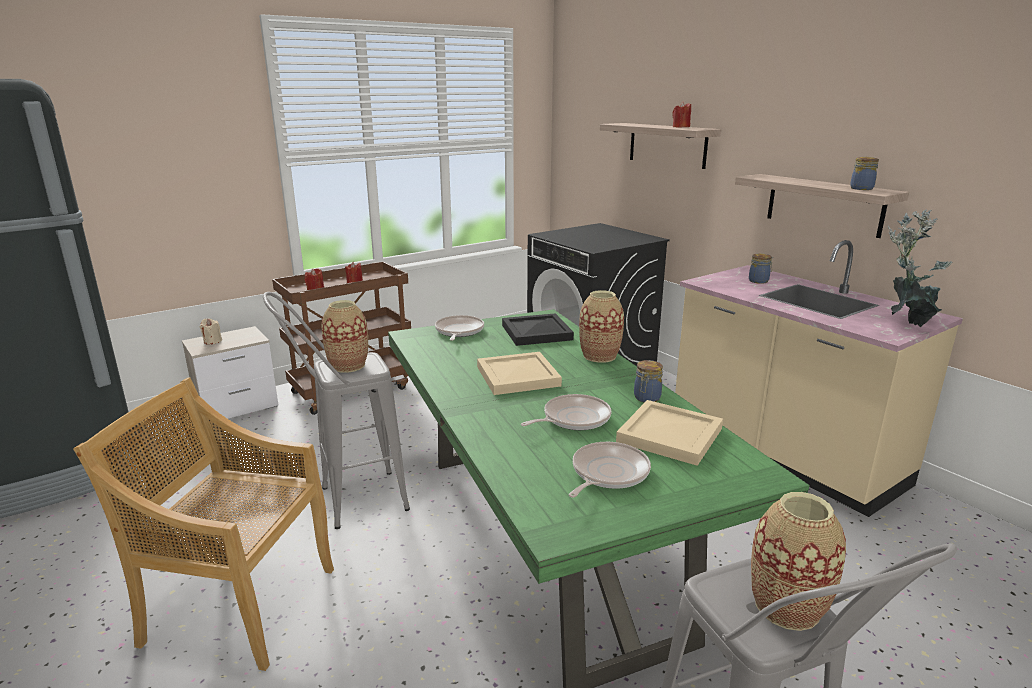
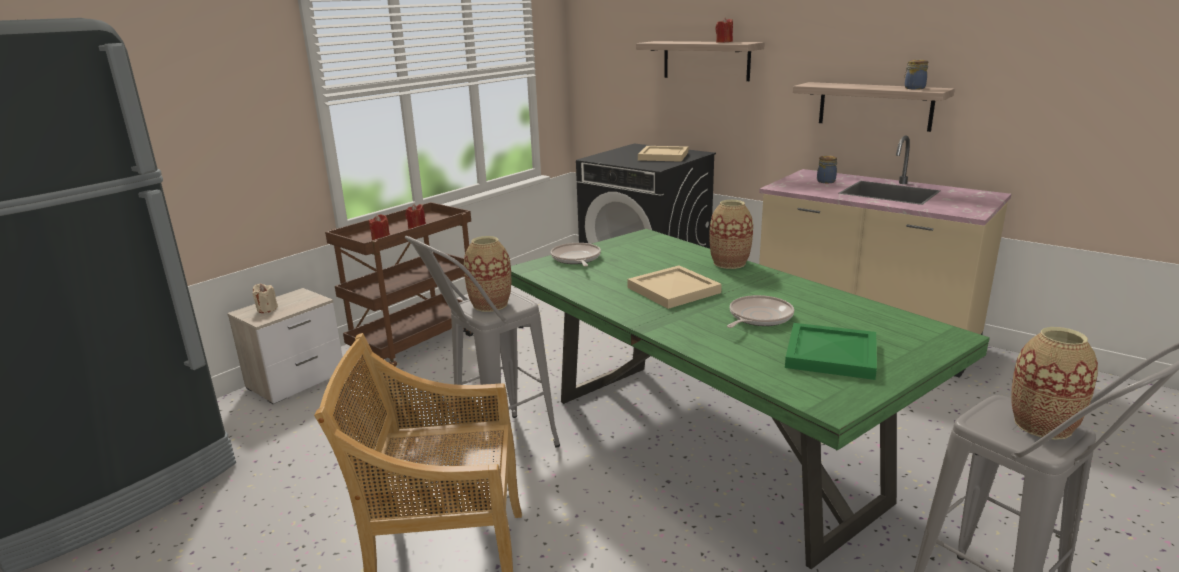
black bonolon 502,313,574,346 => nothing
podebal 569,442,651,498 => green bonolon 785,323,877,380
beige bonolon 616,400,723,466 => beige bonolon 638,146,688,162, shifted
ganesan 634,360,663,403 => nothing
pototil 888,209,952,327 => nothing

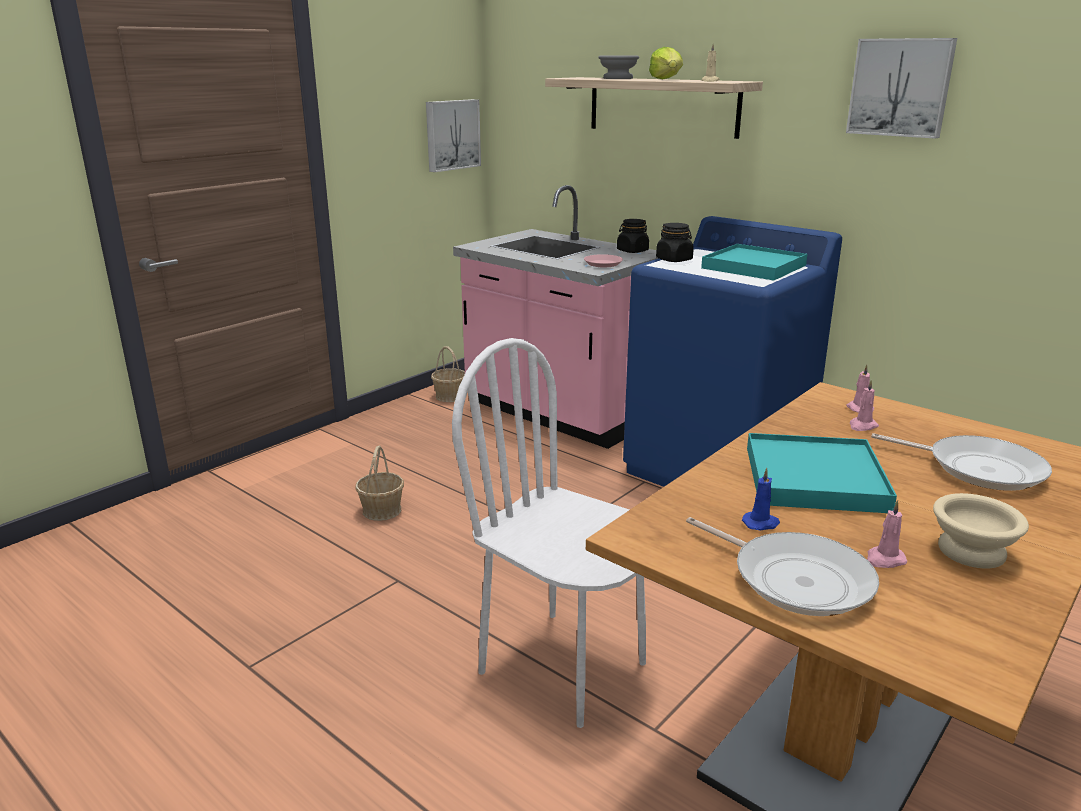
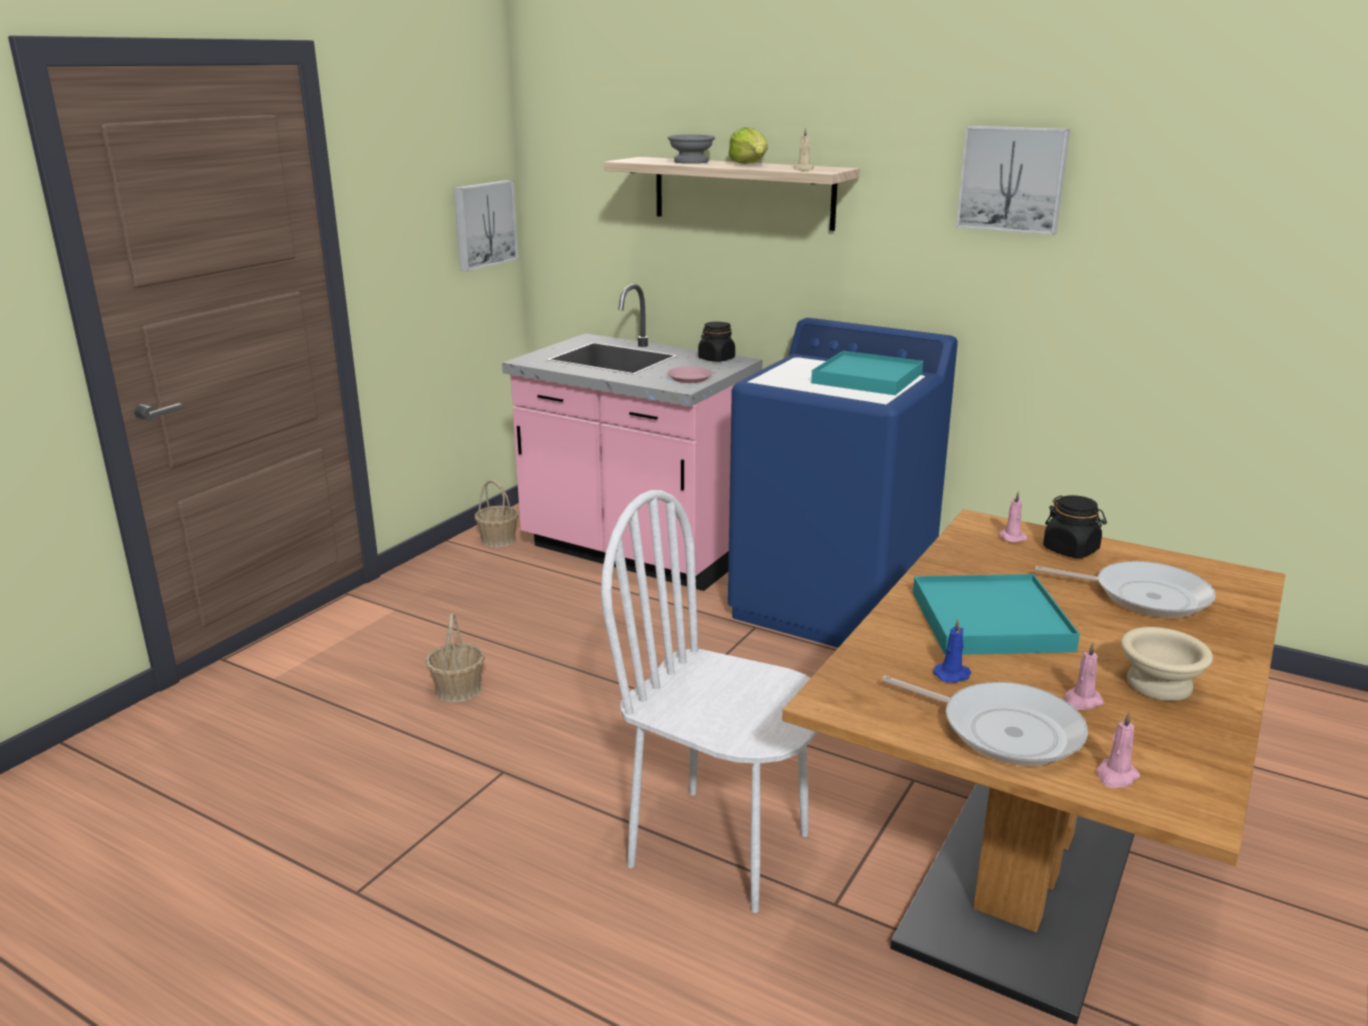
black ganesan 656,223,694,262 => black ganesan 1043,495,1107,558, shifted
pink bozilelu 849,380,879,431 => pink bozilelu 1096,712,1140,788, shifted

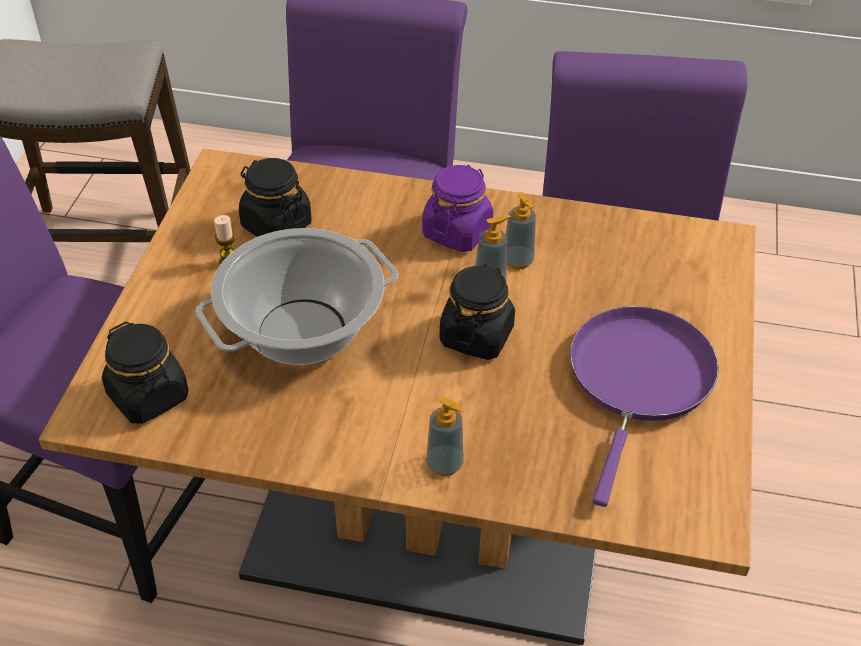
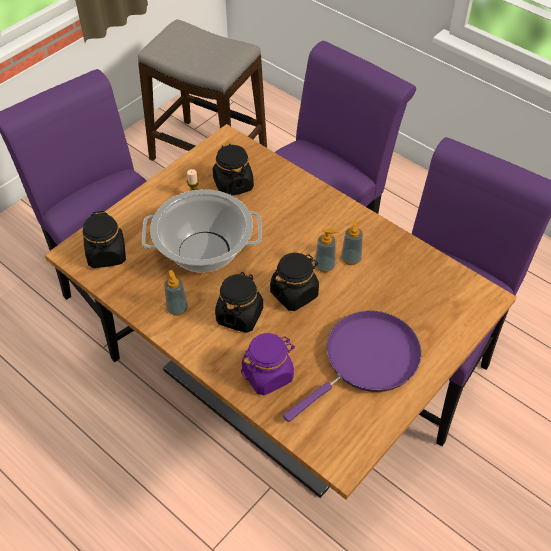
purple ganesan 422,165,493,252 => purple ganesan 241,333,295,395, shifted
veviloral 426,396,464,476 => veviloral 164,270,188,316, shifted
nothing => black ganesan 215,272,263,333

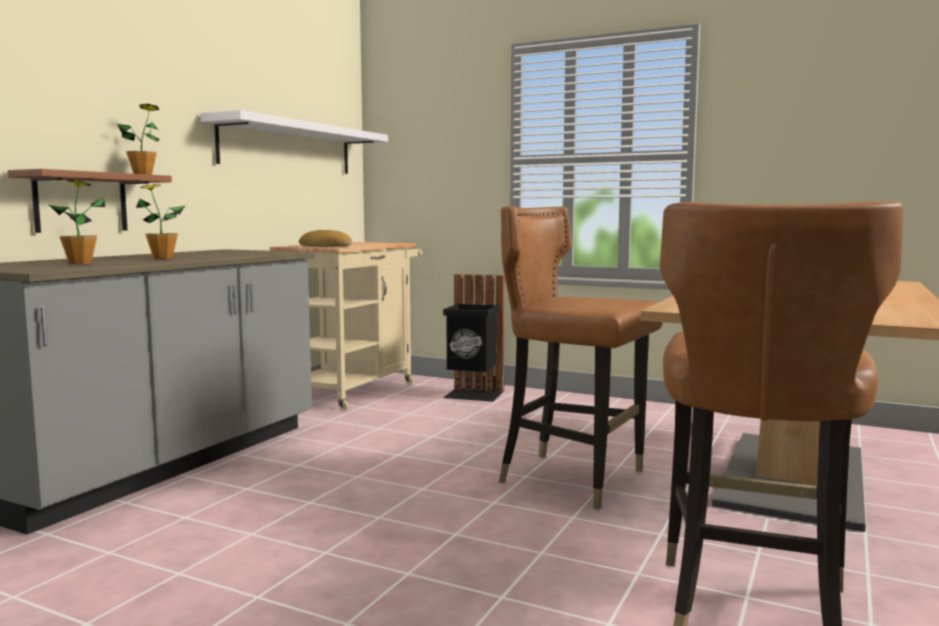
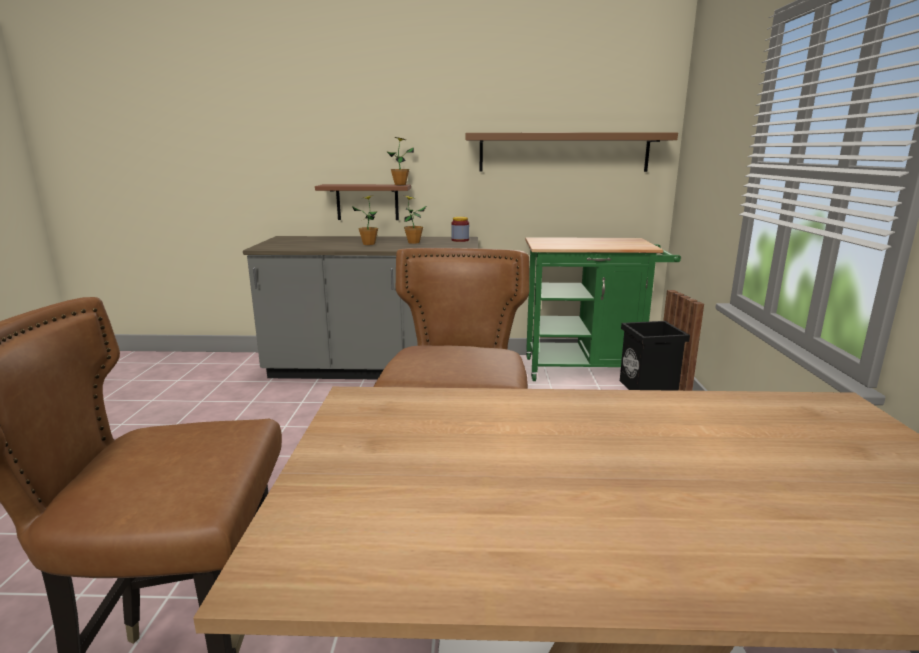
pototil 49,180,105,264 => pototil 404,196,426,244, shifted
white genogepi 200,110,388,174 => brown genogepi 466,133,678,172
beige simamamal 270,242,422,410 => green simamamal 525,237,681,381
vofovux 299,230,352,247 => nothing
nothing => ganesan 451,217,469,242

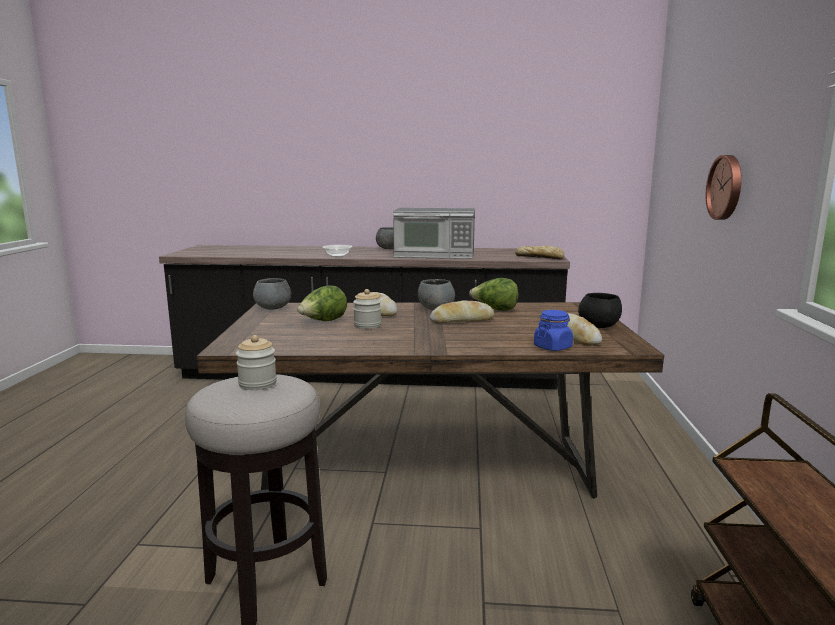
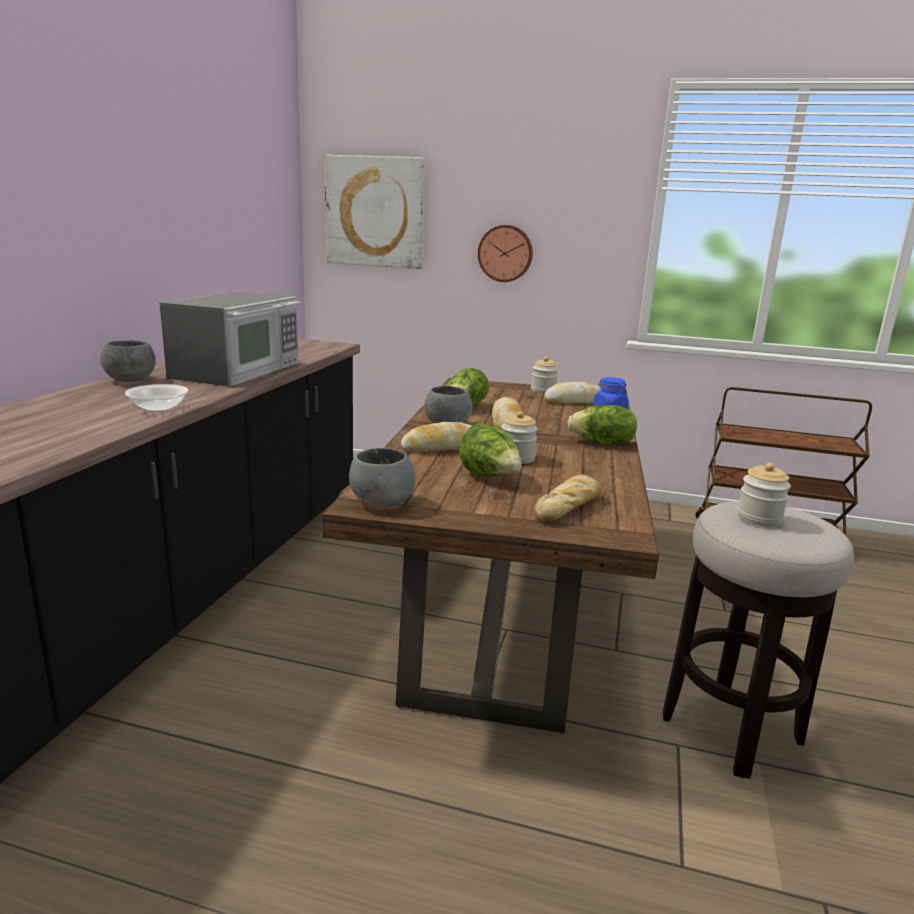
vofovux 515,246,564,259 => vofovux 534,475,602,523, shifted
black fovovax 578,293,622,328 => ganesan 531,357,559,394
nothing => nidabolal 325,155,426,269
nothing => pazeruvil 567,405,637,445

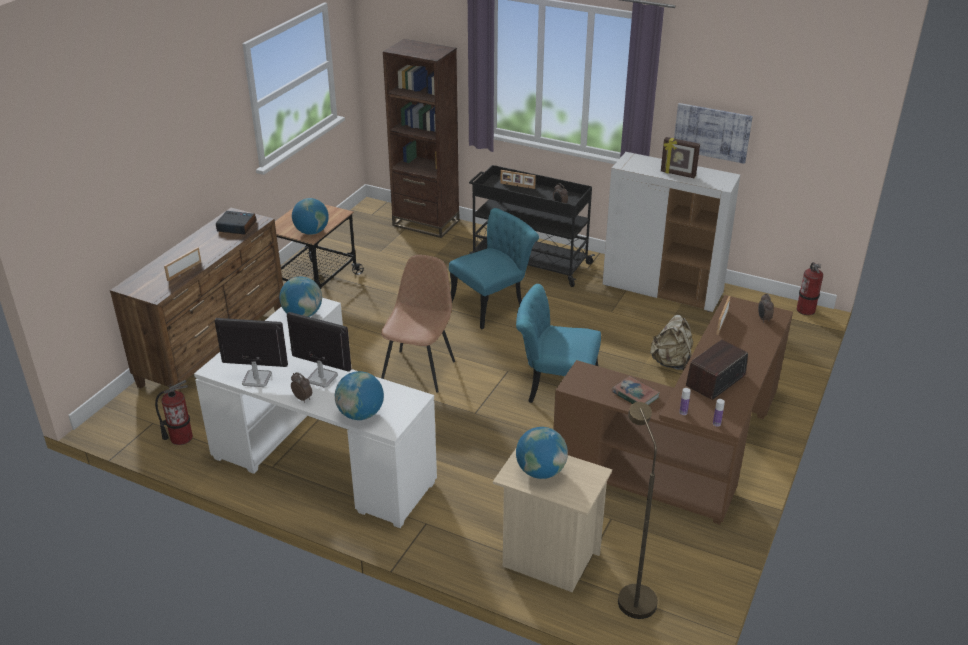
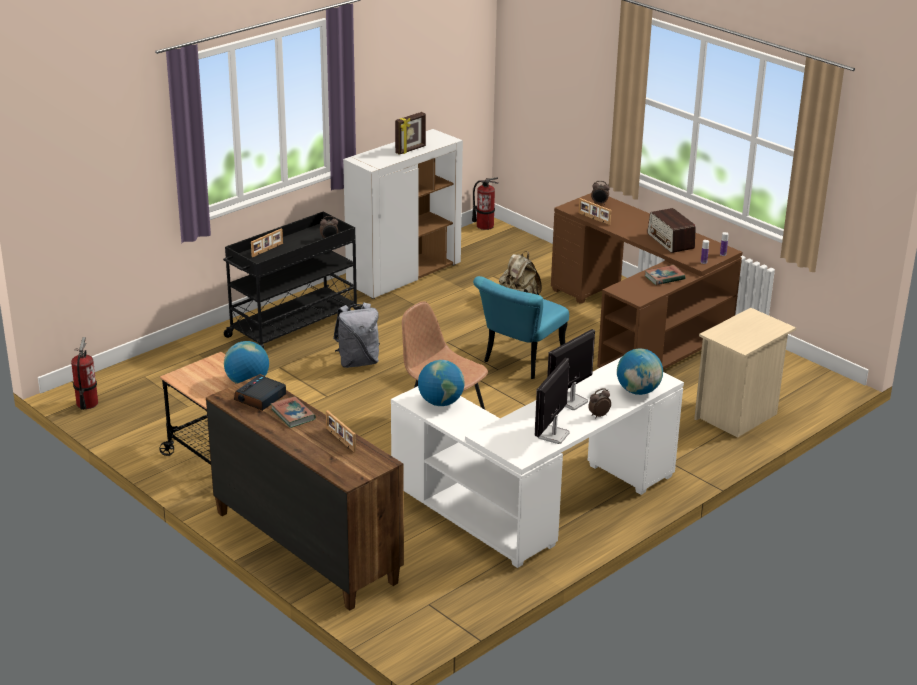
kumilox 155,380,193,445 => kumilox 71,337,98,410, shifted
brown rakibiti 383,39,459,238 => nothing
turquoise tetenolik 449,208,539,329 => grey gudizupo 333,302,380,368
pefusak 516,427,568,479 => nothing
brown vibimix 618,402,658,619 => nothing
nidabolal 674,103,753,164 => nothing
nothing => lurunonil 271,396,316,428

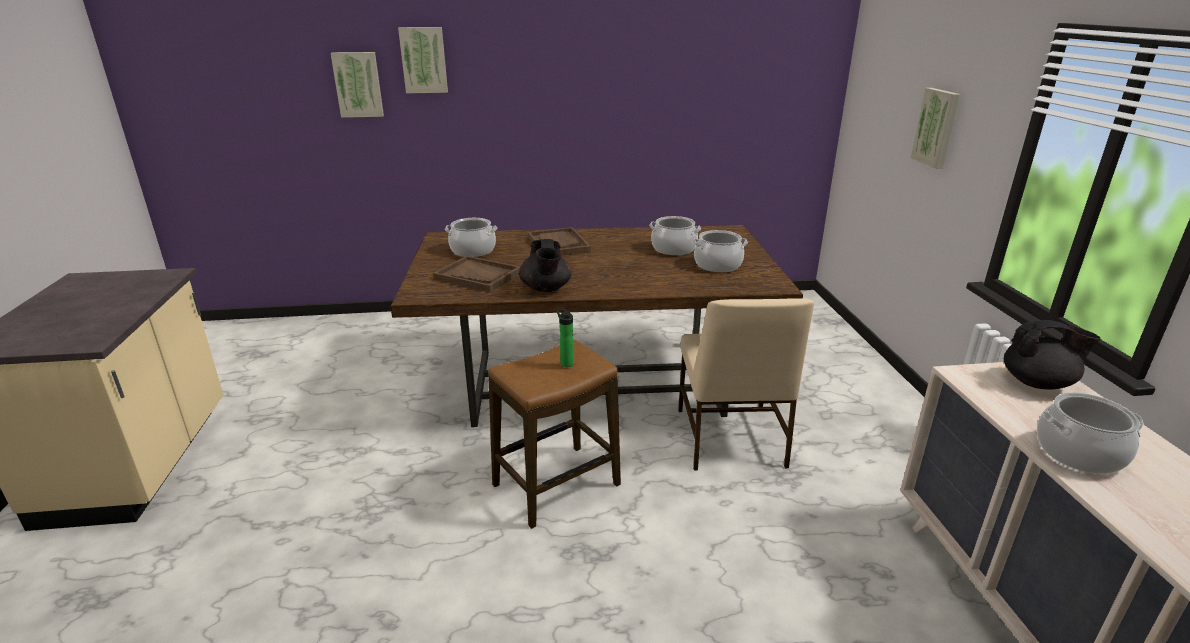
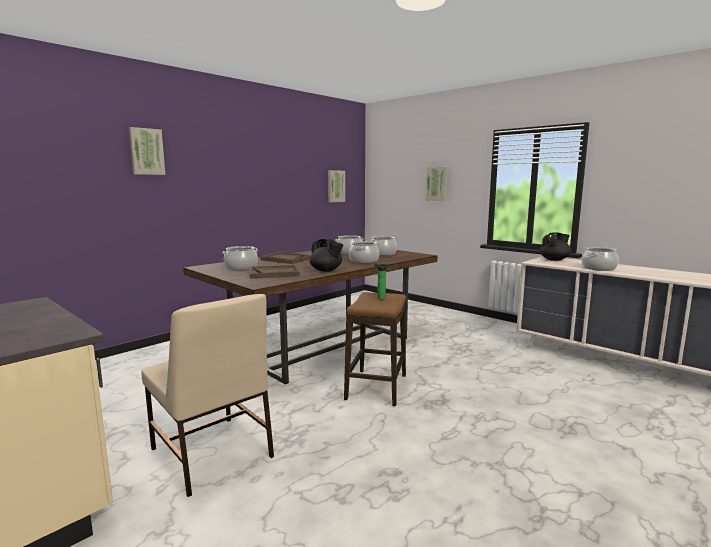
nidabolal 331,52,384,118 => nidabolal 328,170,345,202, shifted
beige tetenolik 678,298,814,470 => beige tetenolik 141,294,274,497, shifted
nothing => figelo 349,241,379,263

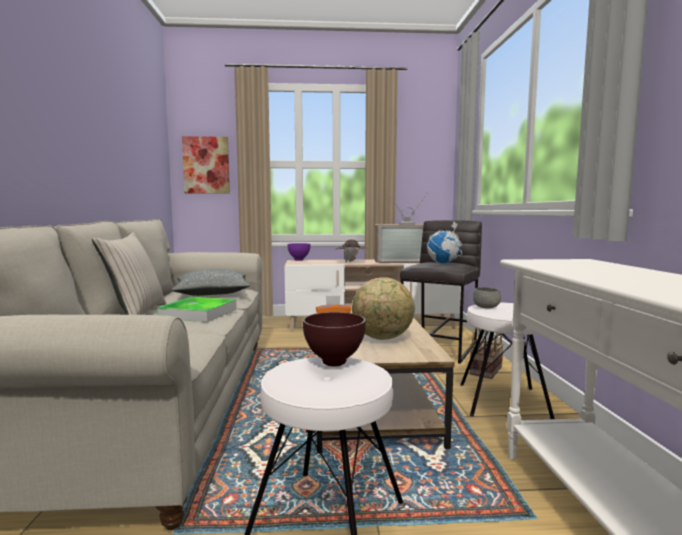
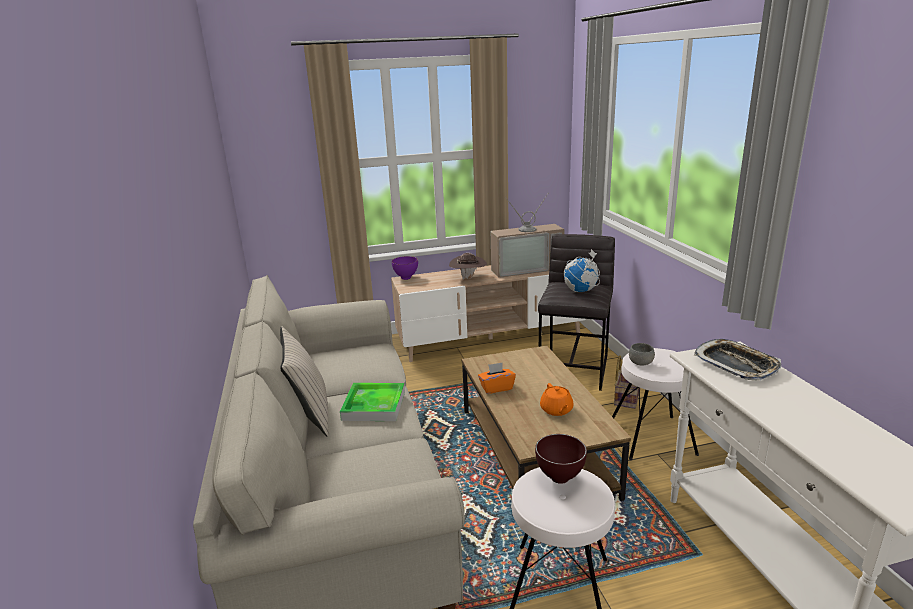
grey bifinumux 172,269,250,296 => nothing
nidabolal 182,136,230,194 => nothing
pefusak 352,277,415,340 => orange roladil 540,383,573,416
nothing => bonolon 694,339,781,381

